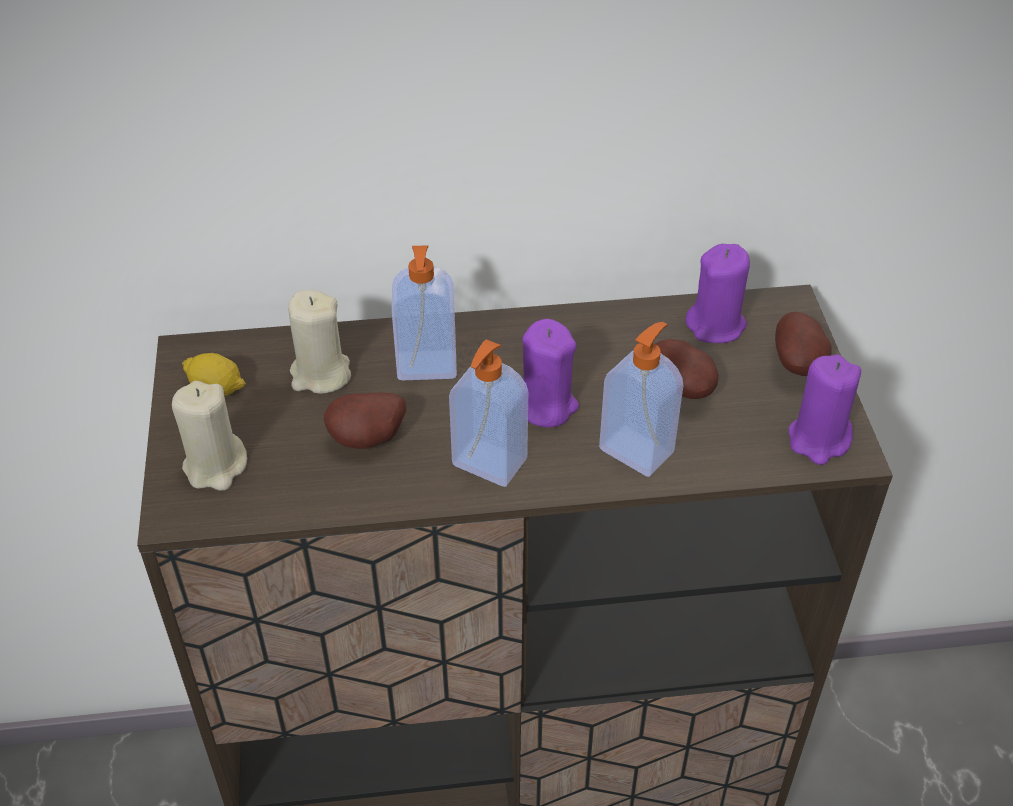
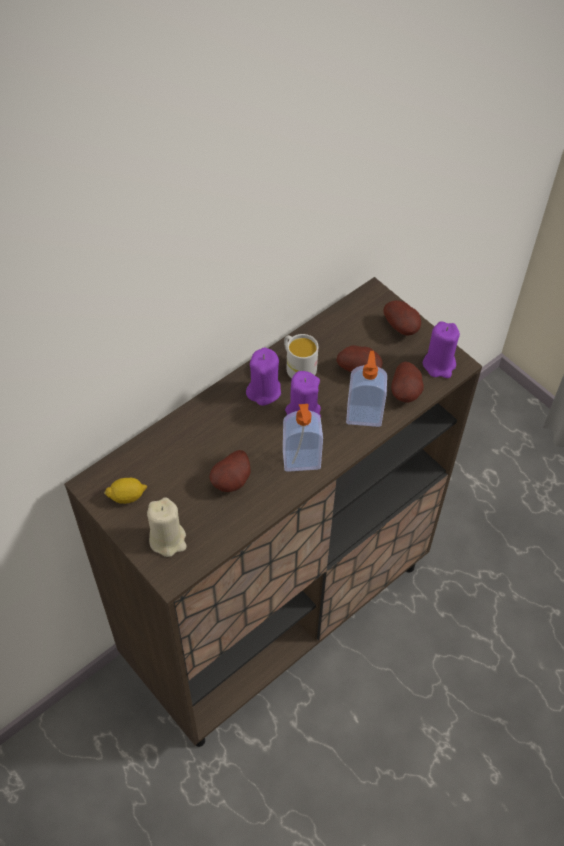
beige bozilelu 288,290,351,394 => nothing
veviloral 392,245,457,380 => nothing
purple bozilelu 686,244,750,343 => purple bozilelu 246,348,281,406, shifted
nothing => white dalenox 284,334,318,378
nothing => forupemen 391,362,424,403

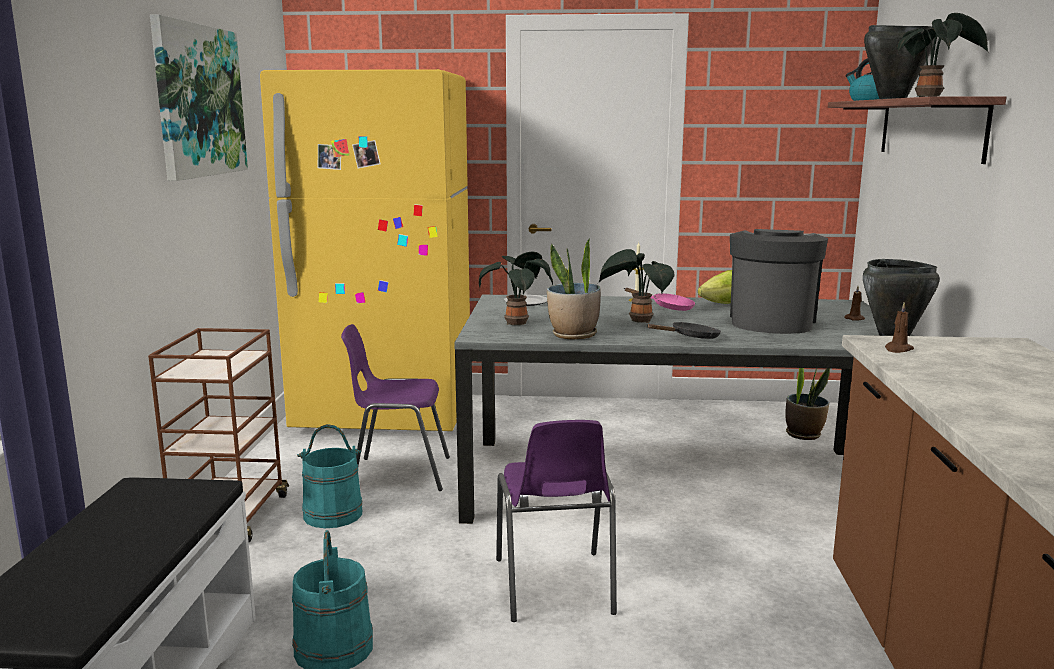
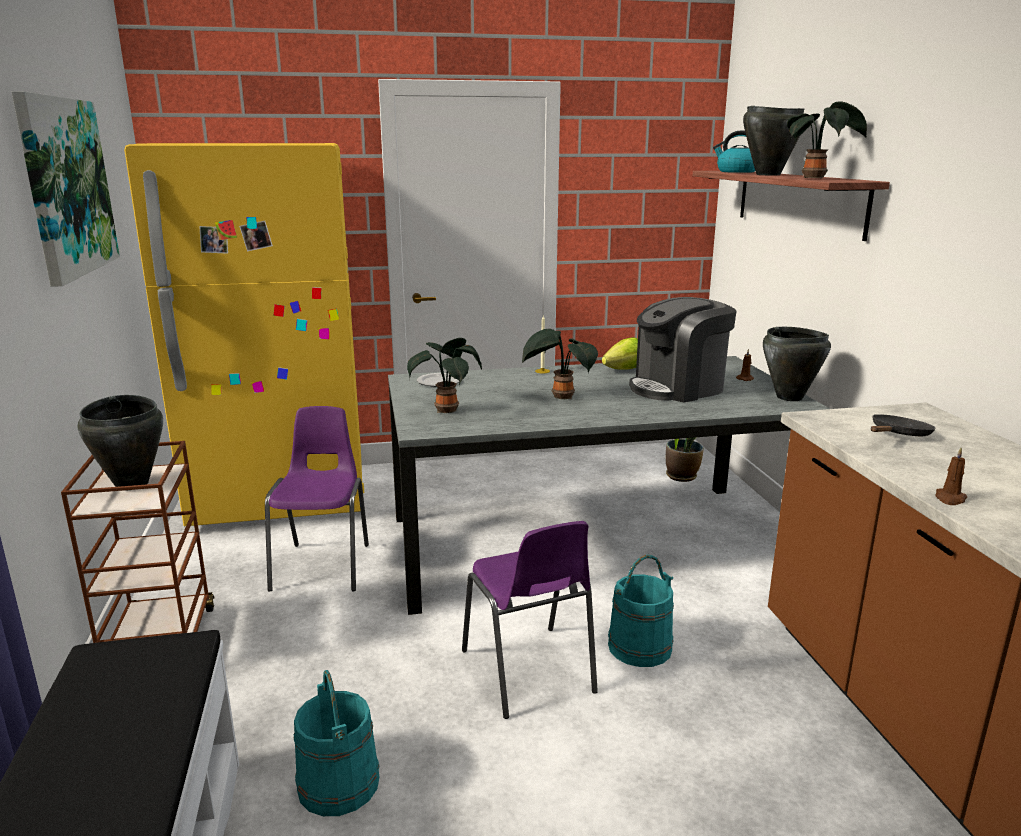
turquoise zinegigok 297,424,362,528 => turquoise zinegigok 608,555,674,667, shifted
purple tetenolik 341,324,450,491 => purple tetenolik 265,406,369,592, 105 degrees clockwise
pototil 547,239,601,340 => nothing
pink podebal 625,288,695,311 => nothing
black podebal 647,322,721,339 => black podebal 871,414,935,436, shifted
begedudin 730,229,828,334 => begedudin 629,297,737,403, 120 degrees counterclockwise
brown bozilelu 885,302,914,353 => brown bozilelu 935,448,967,505, shifted
nothing => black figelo 78,395,163,487

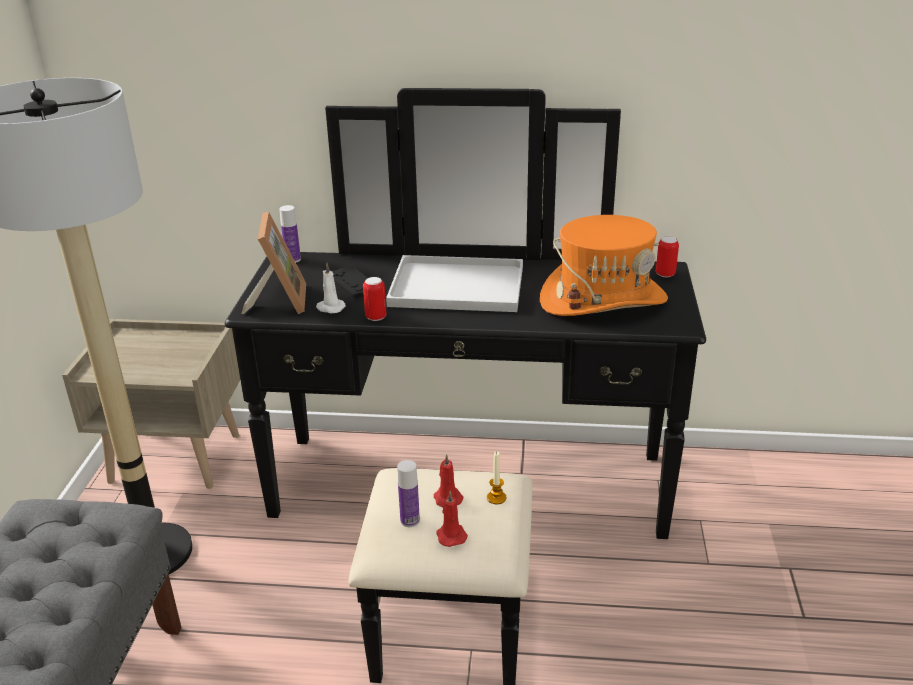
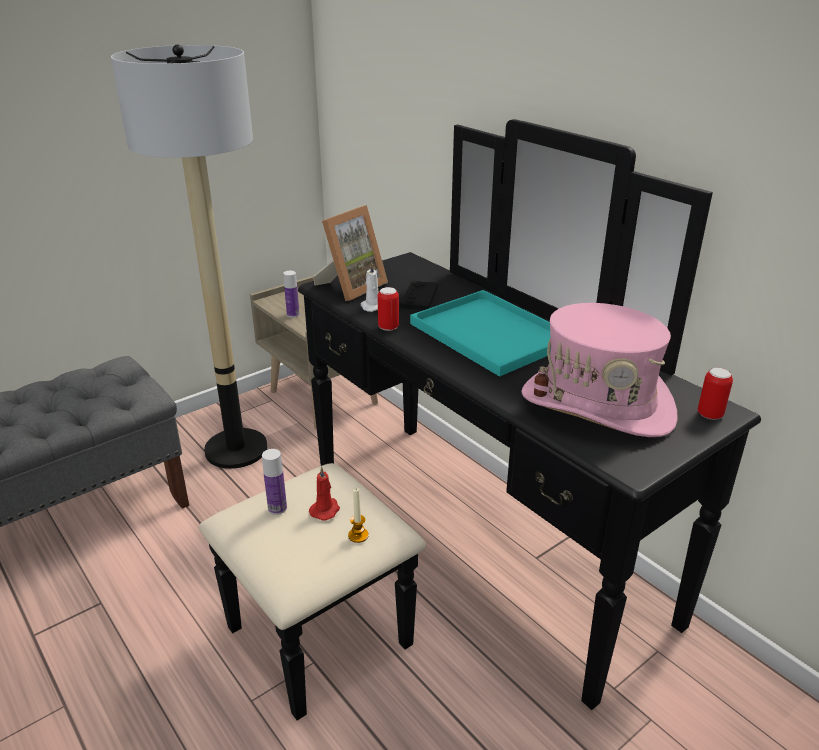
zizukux 279,205,301,262 => zizukux 283,271,299,317, shifted
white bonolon 386,255,523,312 => turquoise bonolon 410,290,551,377
red bozilelu 437,491,468,547 => nothing
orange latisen 540,215,668,316 => pink latisen 521,303,678,437

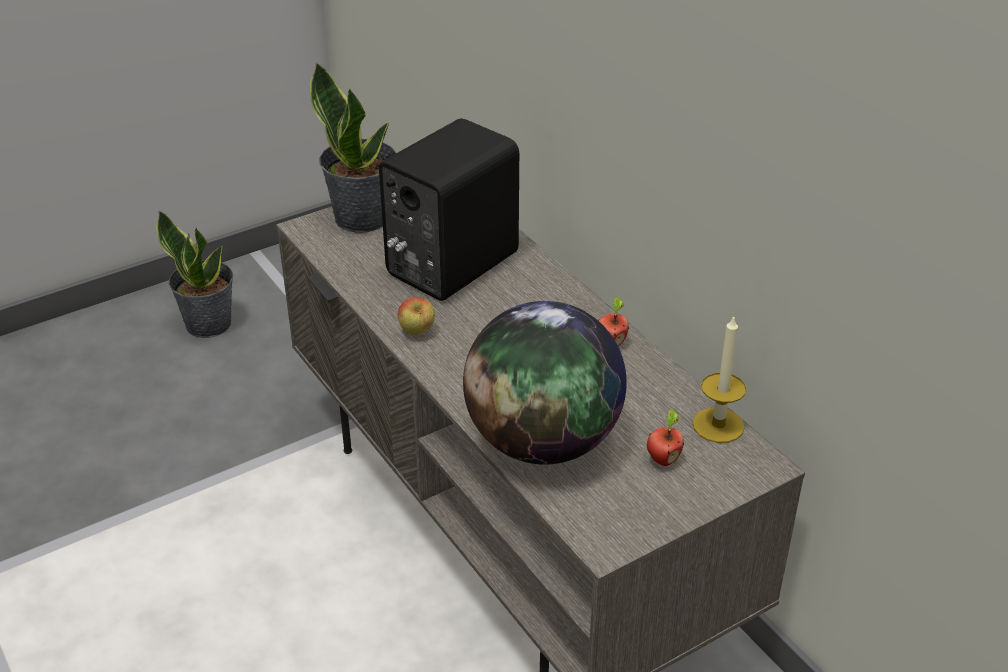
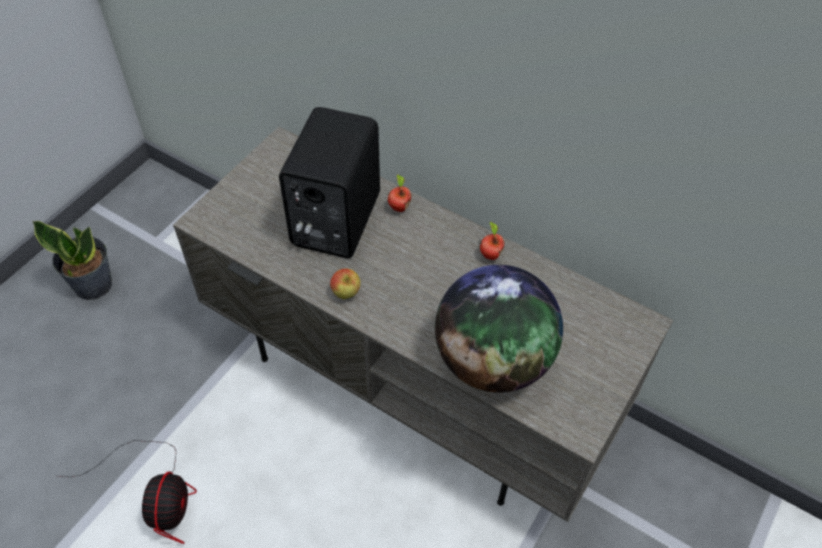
pototil 310,62,396,233 => nothing
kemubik 647,409,684,466 => kemubik 388,174,411,212, shifted
bozilelu 693,315,746,443 => nothing
nothing => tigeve 57,440,197,544

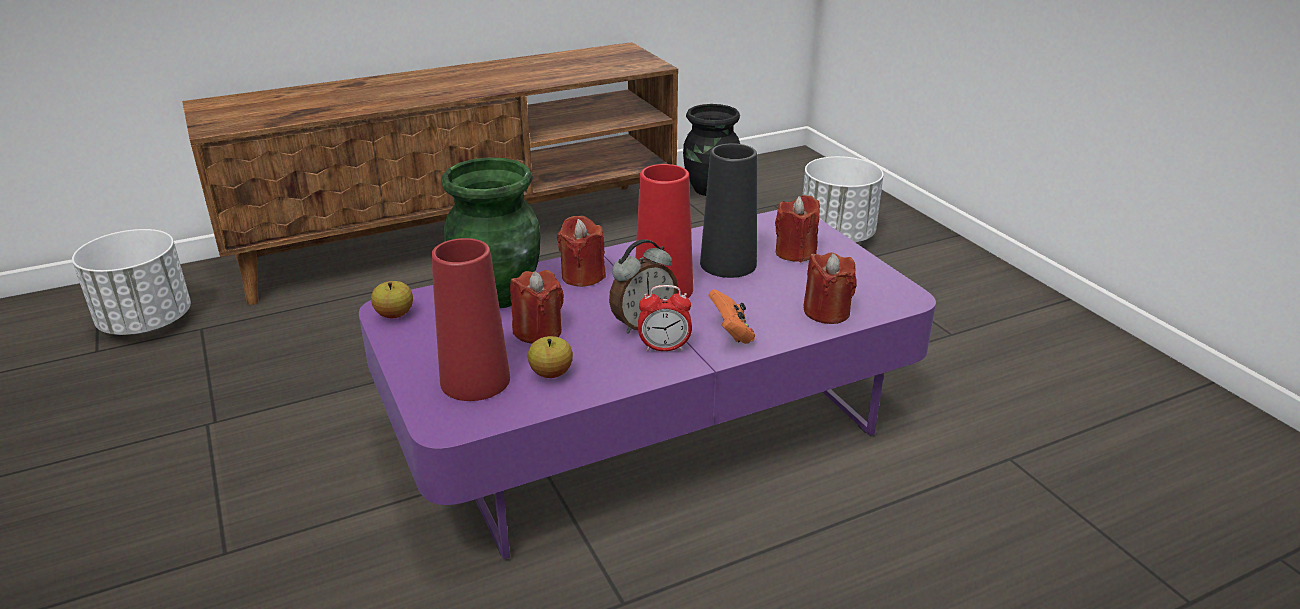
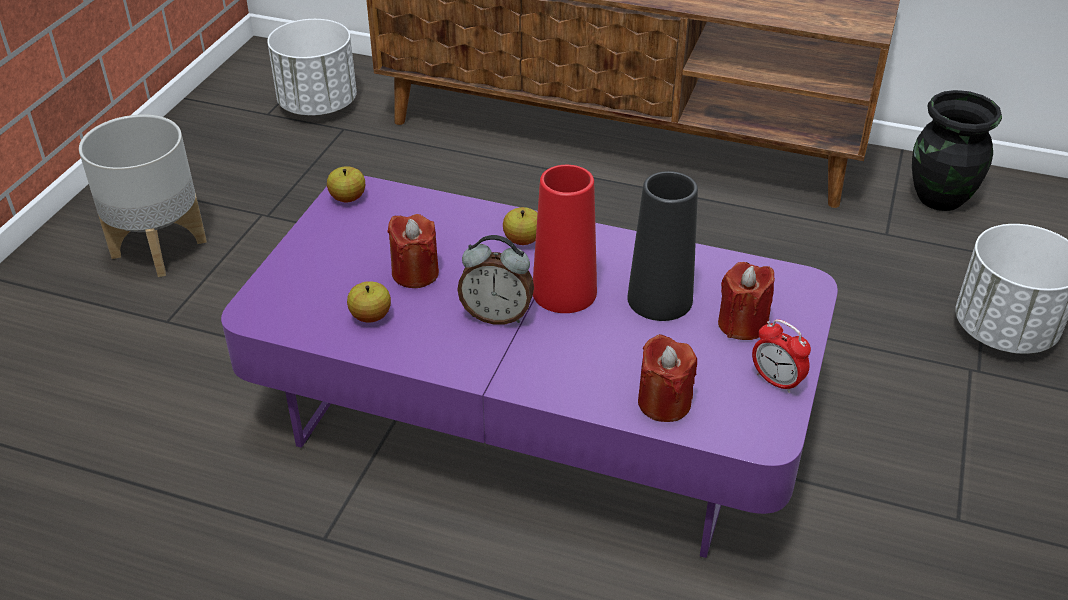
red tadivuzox 431,238,510,401 => nothing
green tadivuzox 441,157,540,308 => nothing
red bozilelu 557,216,606,287 => kemubik 503,207,538,245
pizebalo 638,285,692,351 => pizebalo 752,319,811,393, shifted
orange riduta 708,289,755,344 => nothing
nothing => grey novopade 79,115,207,277

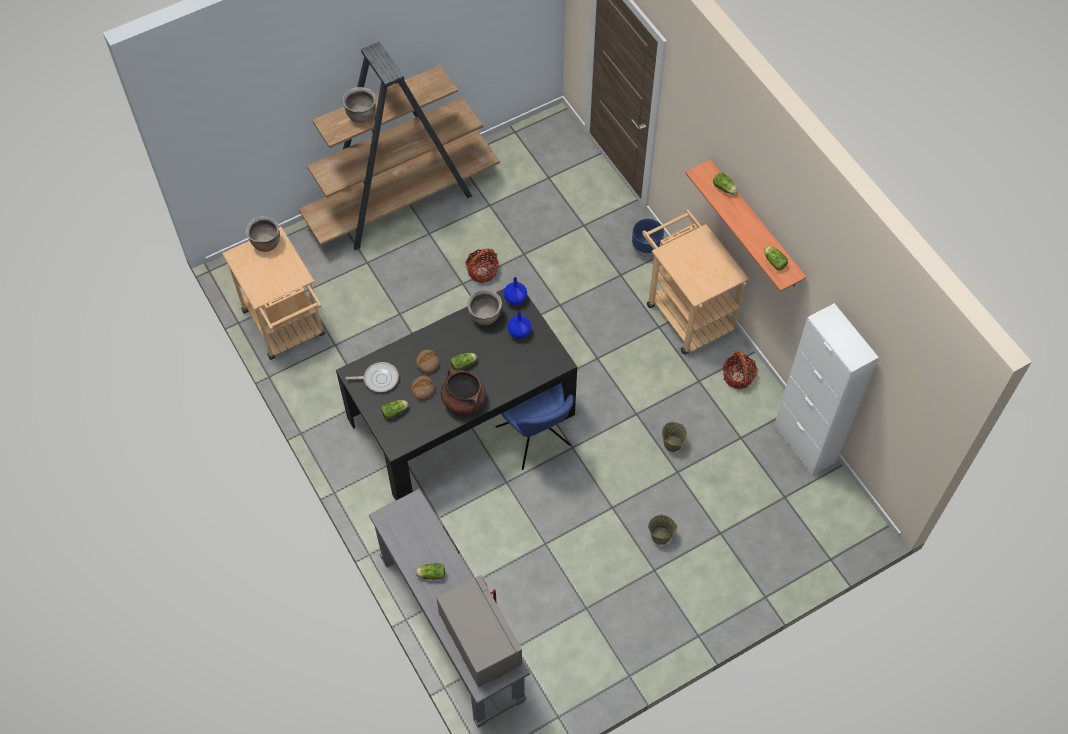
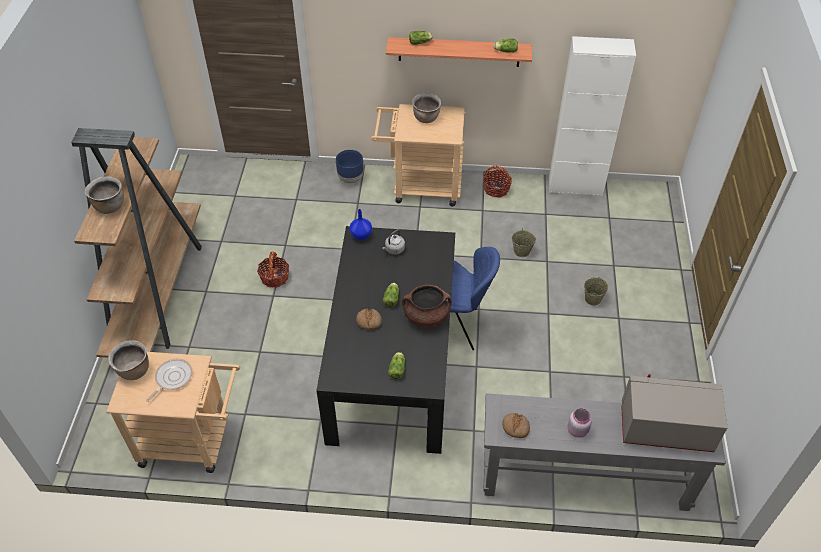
podebal 345,362,399,392 => podebal 146,359,193,402, shifted
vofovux 411,376,434,400 => vofovux 502,413,530,438, shifted
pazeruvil 416,563,445,580 => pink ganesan 568,408,592,438
brown figelo 468,289,502,325 => brown figelo 412,93,441,123, shifted
blue tadivuzox 508,311,531,339 => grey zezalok 382,229,405,255

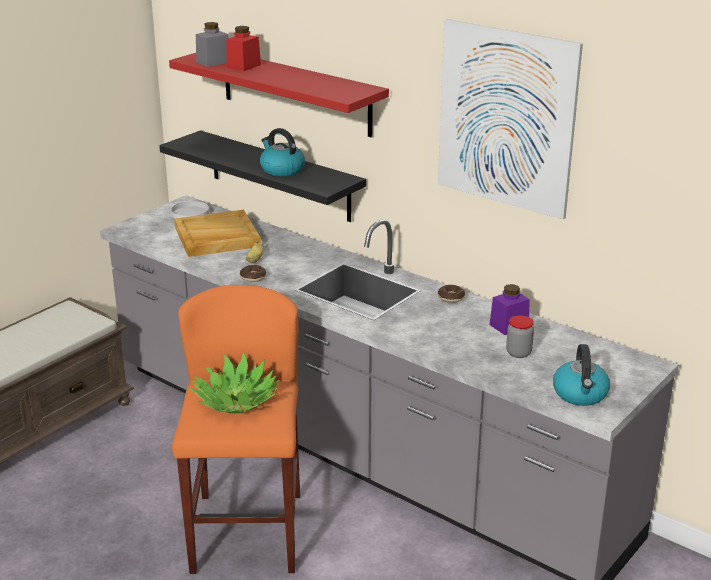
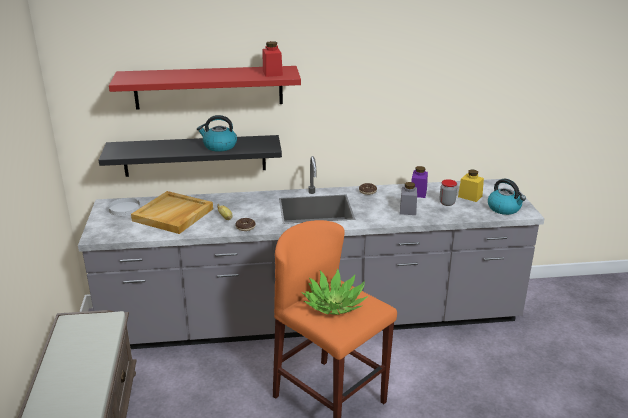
grey ganesan 196,22,229,67 => grey ganesan 400,182,417,215, shifted
red ganesan 226,26,261,71 => red ganesan 263,41,283,77, shifted
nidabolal 438,19,583,219 => nothing
nothing => yellow ganesan 458,169,484,202

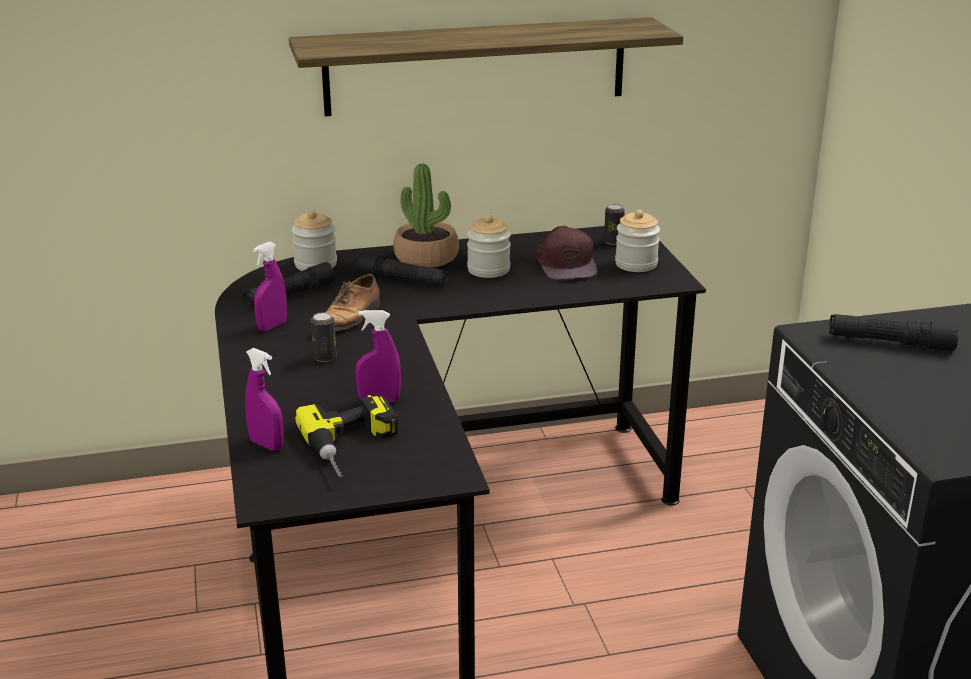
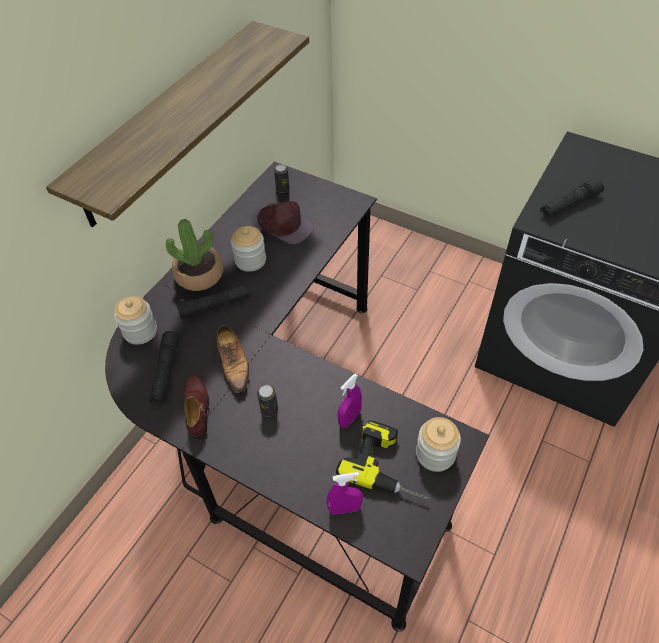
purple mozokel 253,242,287,331 => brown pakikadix 184,375,209,440
ganesan 615,210,660,272 => ganesan 416,417,461,472, shifted

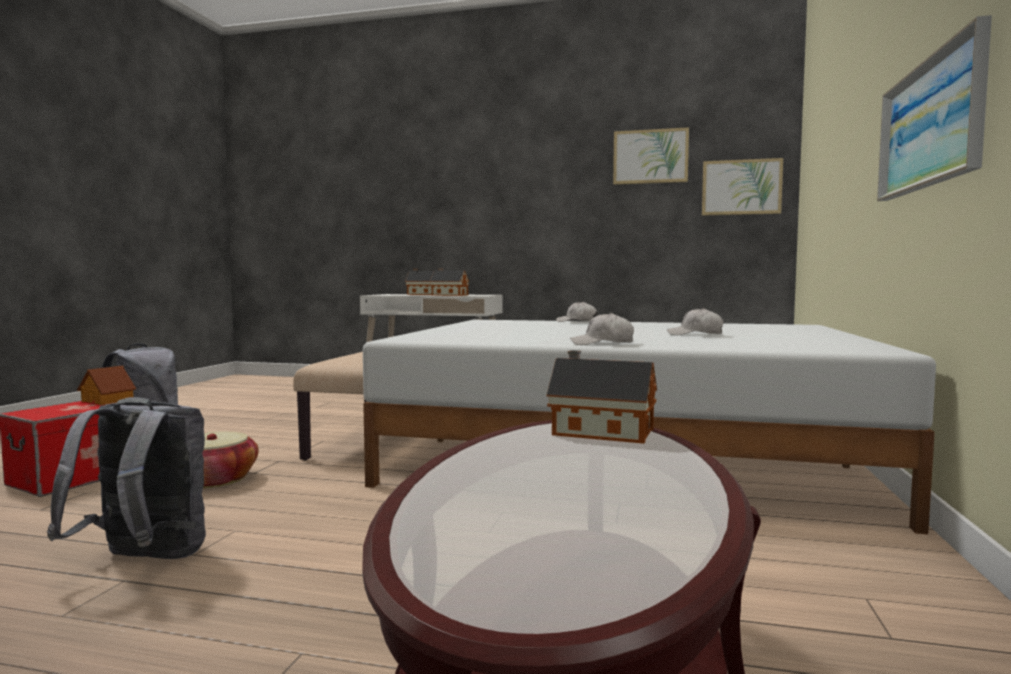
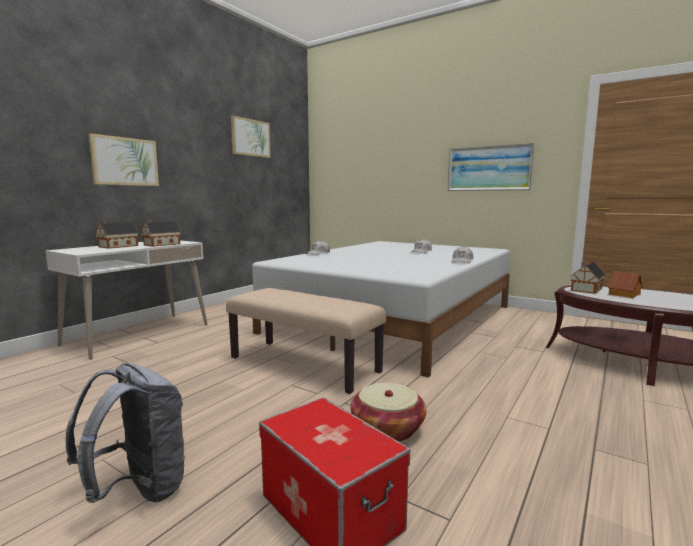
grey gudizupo 47,397,206,559 => nothing
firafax 77,365,136,405 => firafax 608,271,643,298, shifted
nidabolal 702,158,783,215 => nidabolal 89,133,159,186, shifted

